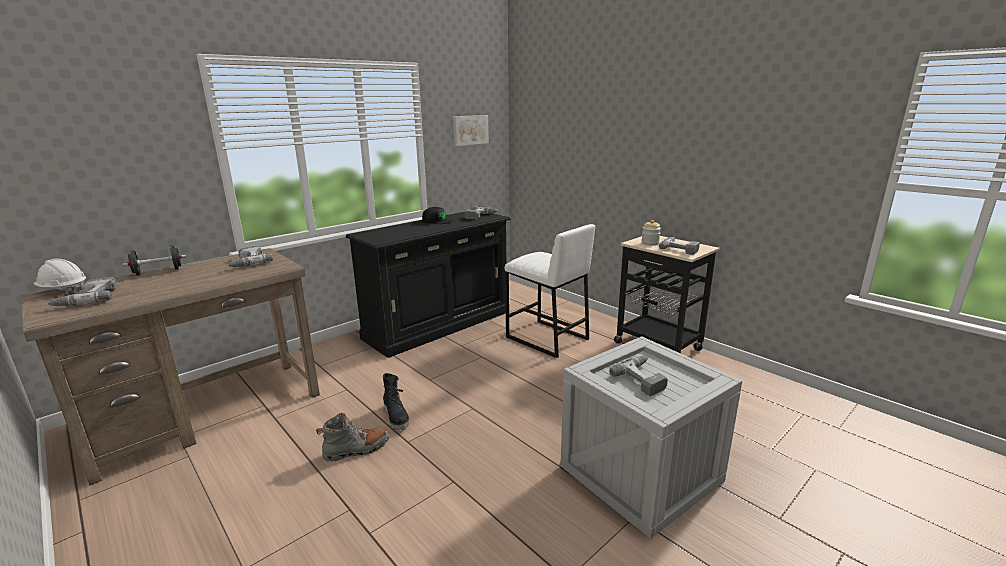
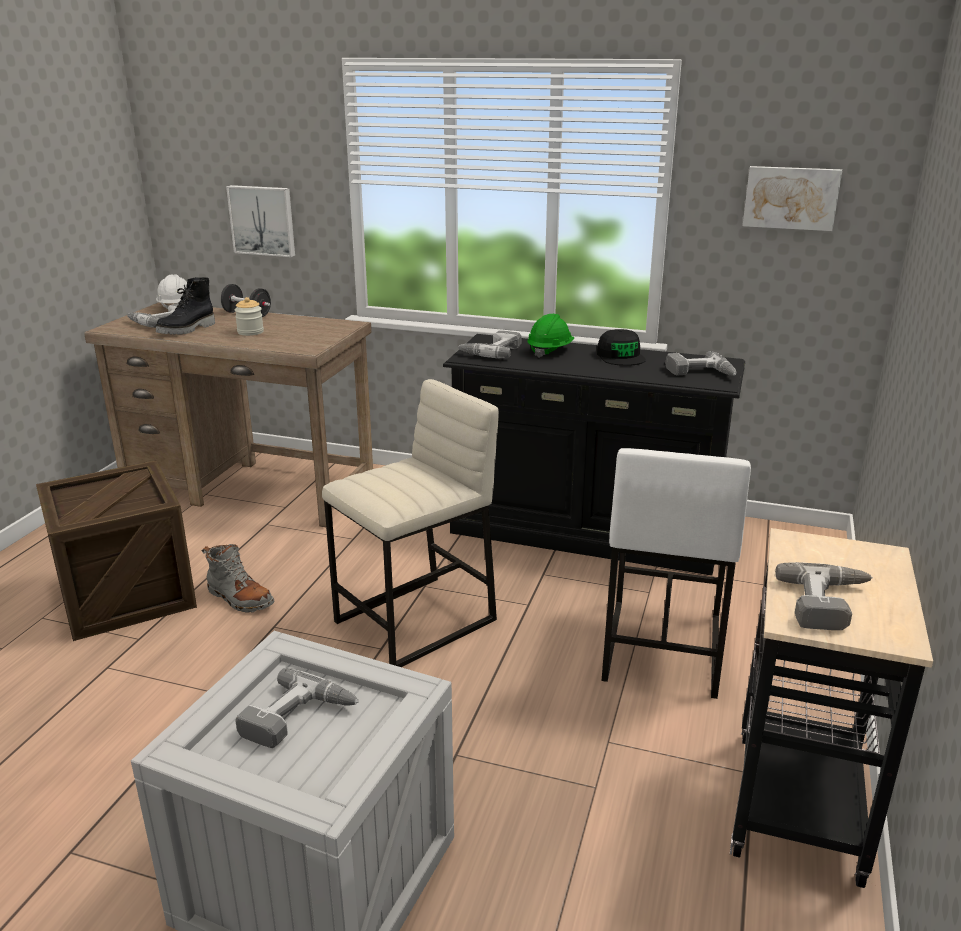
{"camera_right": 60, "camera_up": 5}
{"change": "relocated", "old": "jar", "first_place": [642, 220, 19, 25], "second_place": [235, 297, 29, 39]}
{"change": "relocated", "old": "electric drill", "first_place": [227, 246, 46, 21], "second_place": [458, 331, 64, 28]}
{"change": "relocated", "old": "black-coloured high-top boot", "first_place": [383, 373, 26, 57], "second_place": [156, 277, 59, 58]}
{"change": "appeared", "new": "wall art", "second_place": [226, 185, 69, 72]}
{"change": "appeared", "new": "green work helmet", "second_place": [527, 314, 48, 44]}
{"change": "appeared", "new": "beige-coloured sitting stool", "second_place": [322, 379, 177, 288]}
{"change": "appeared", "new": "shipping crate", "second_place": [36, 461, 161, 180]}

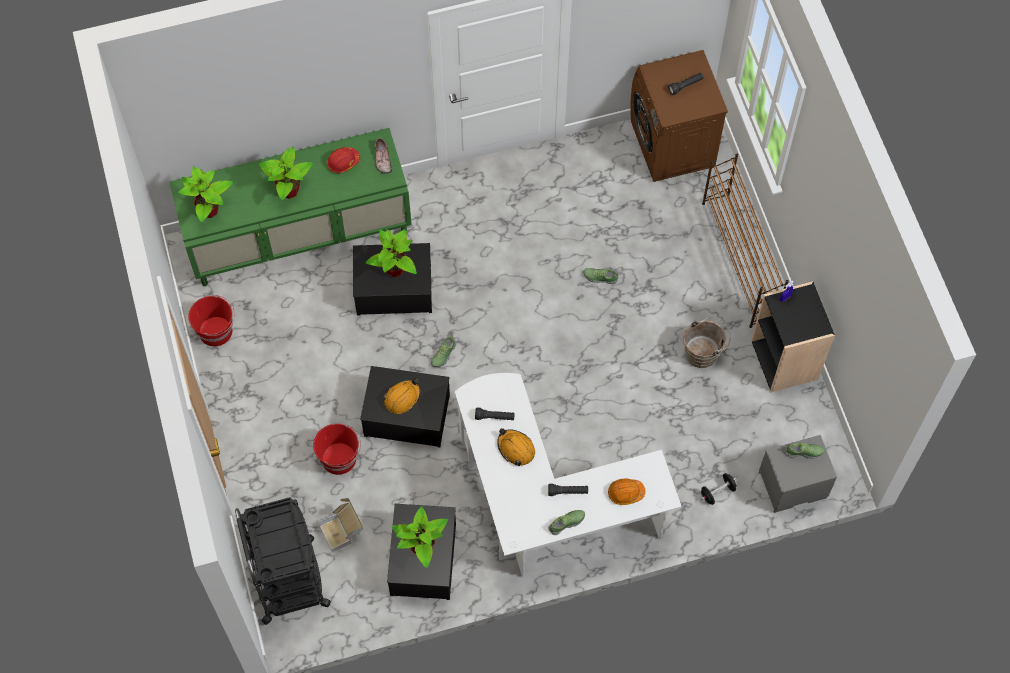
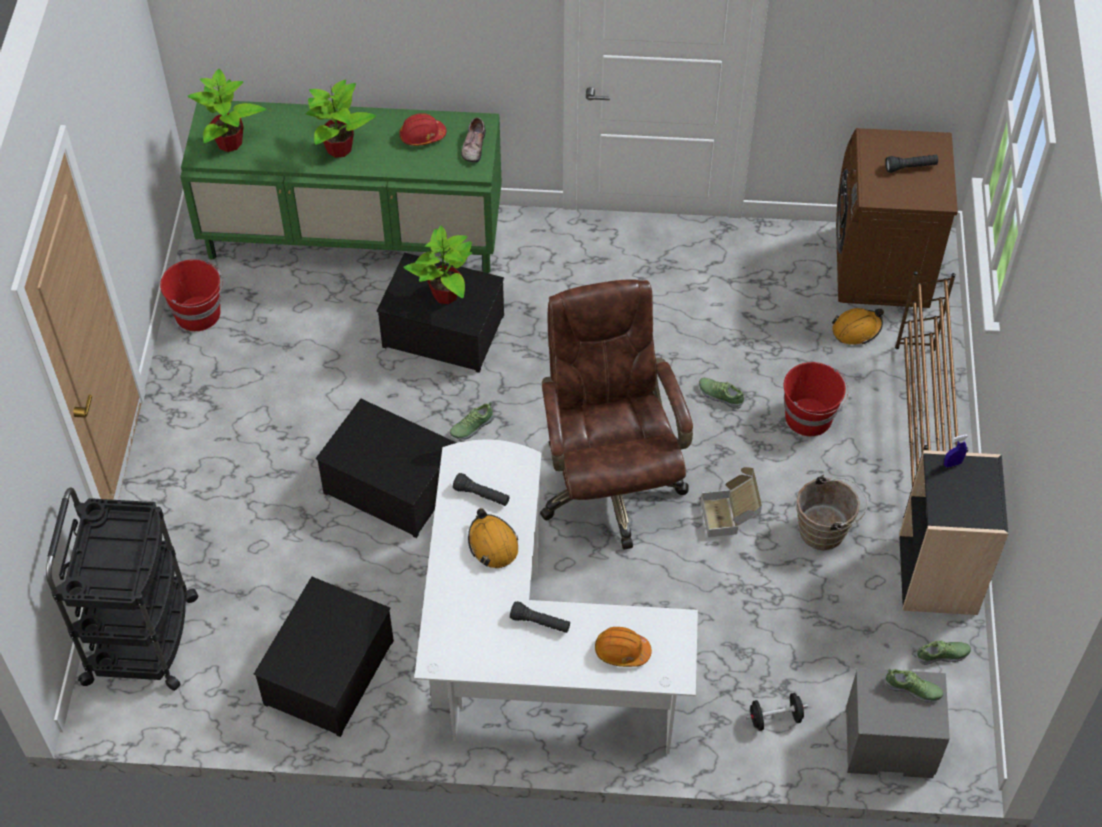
{"camera_right": 20, "camera_up": -10}
{"change": "relocated", "old": "orange work helmet", "first_place": [383, 378, 38, 36], "second_place": [832, 308, 52, 37]}
{"change": "relocated", "old": "reddish bucket", "first_place": [313, 424, 48, 51], "second_place": [784, 362, 65, 74]}
{"change": "relocated", "old": "packing box", "first_place": [318, 498, 45, 55], "second_place": [701, 467, 61, 70]}
{"change": "missing", "old": "plant in a pot", "first_place": [392, 506, 56, 62]}
{"change": "relocated", "old": "shoe", "first_place": [548, 510, 37, 25], "second_place": [916, 641, 55, 24]}
{"change": "appeared", "new": "brownish computer chair", "second_place": [540, 280, 153, 269]}

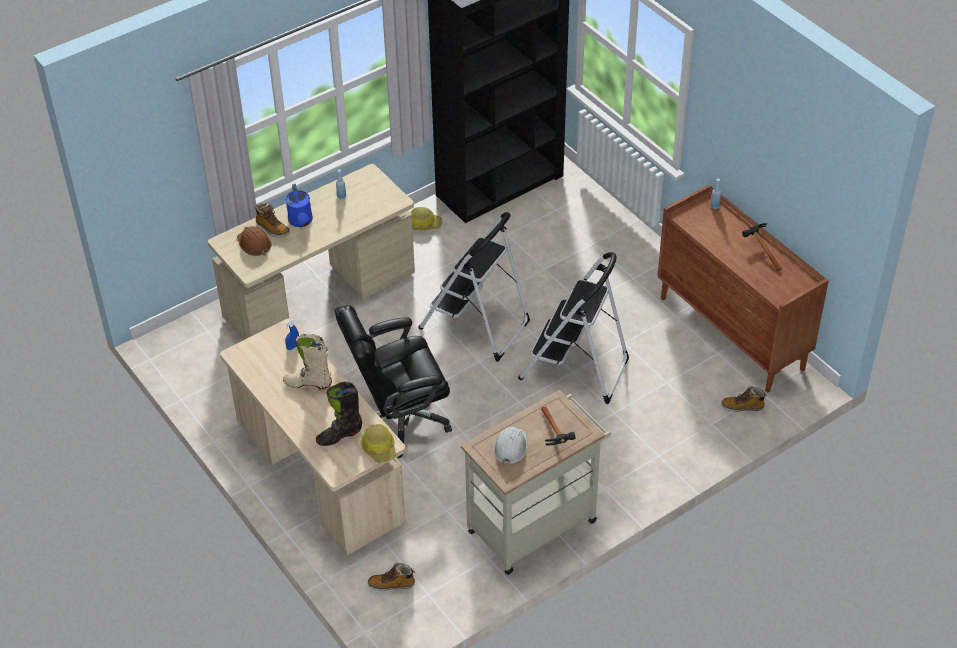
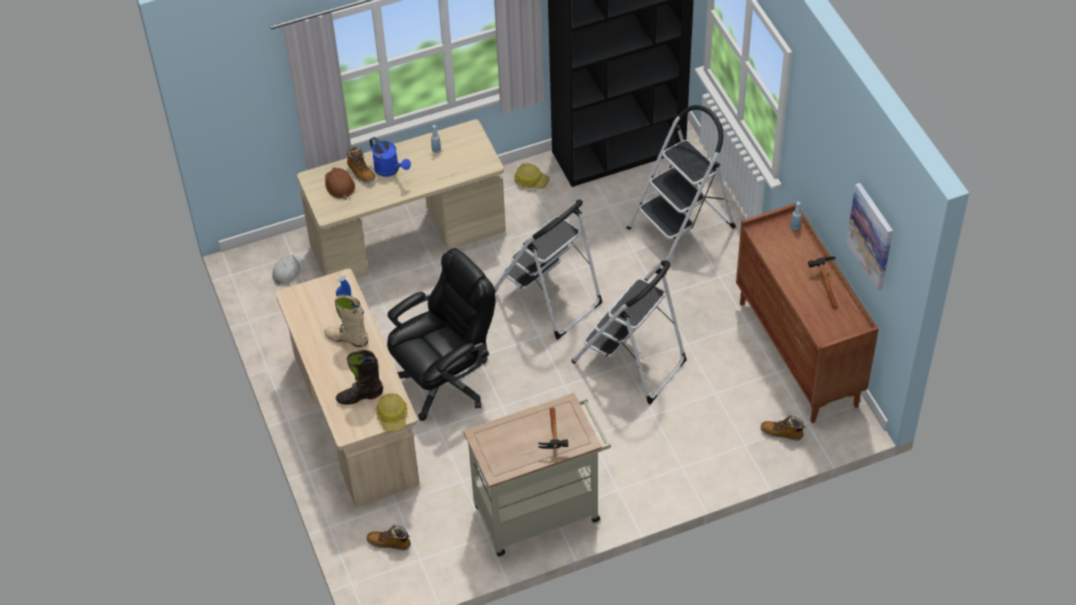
{"camera_right": 15, "camera_up": 5}
{"change": "spun", "old": "blue sprinkling can", "first_place": [285, 184, 28, 43], "second_place": [370, 137, 41, 40], "degrees": -45}
{"change": "spun", "old": "black-coloured computer chair", "first_place": [334, 305, 118, 153], "second_place": [387, 248, 108, 173], "degrees": 150}
{"change": "relocated", "old": "white work helmet", "first_place": [493, 426, 34, 39], "second_place": [272, 255, 32, 31]}
{"change": "appeared", "new": "stepladder", "second_place": [626, 105, 110, 156]}
{"change": "appeared", "new": "wall art", "second_place": [846, 183, 47, 108]}

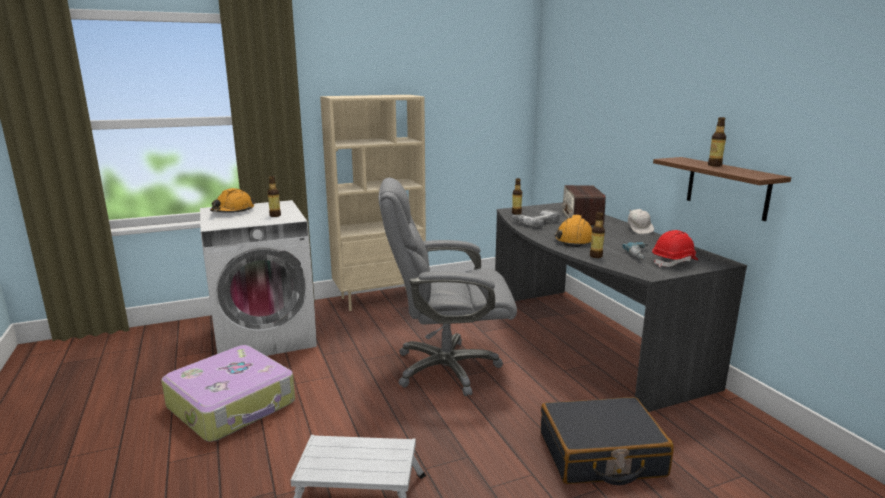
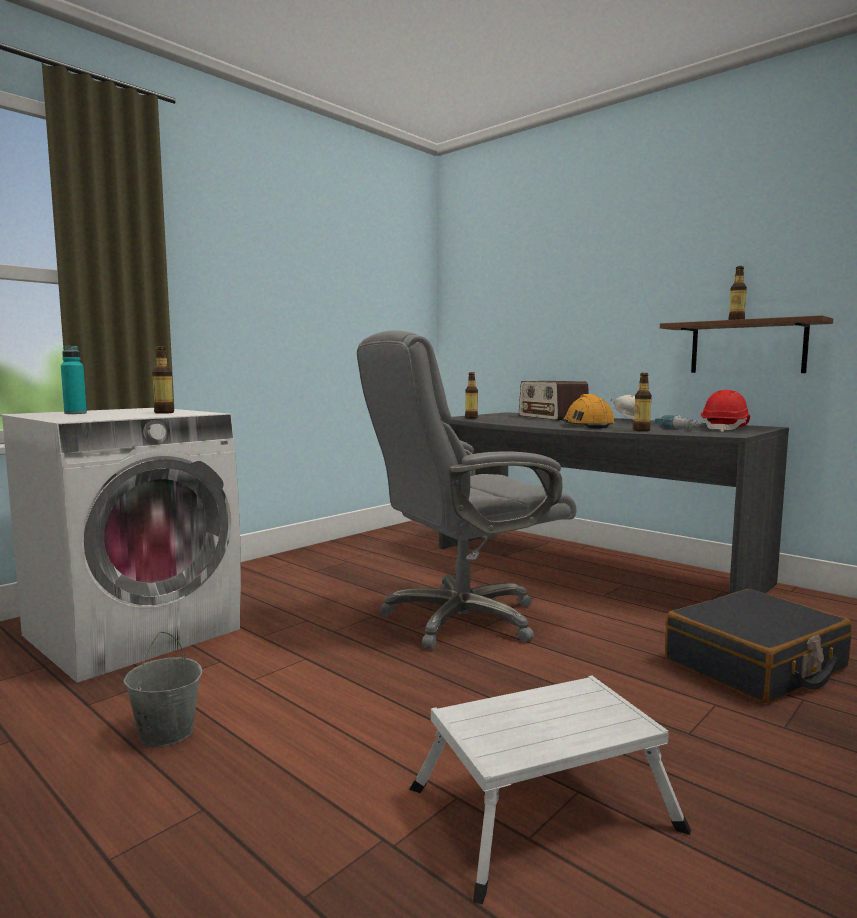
{"camera_right": -25, "camera_up": -10}
{"change": "missing", "old": "beige-coloured bookshelf", "first_place": [320, 95, 106, 216]}
{"change": "exchanged", "old": "orange work helmet", "new": "turquoise-coloured bottle", "first_place": [210, 188, 46, 25], "second_place": [61, 346, 26, 68]}
{"change": "missing", "old": "electric drill", "first_place": [511, 210, 49, 17]}
{"change": "exchanged", "old": "piece of luggage", "new": "greyish bucket", "first_place": [161, 345, 134, 97], "second_place": [123, 632, 79, 115]}

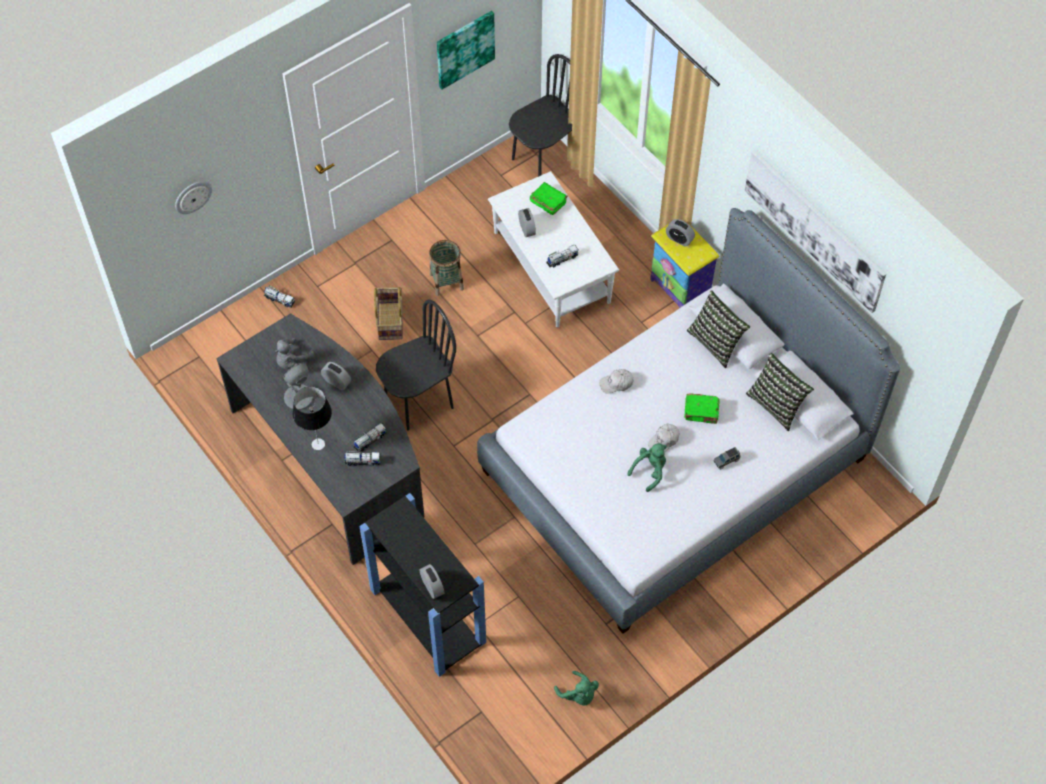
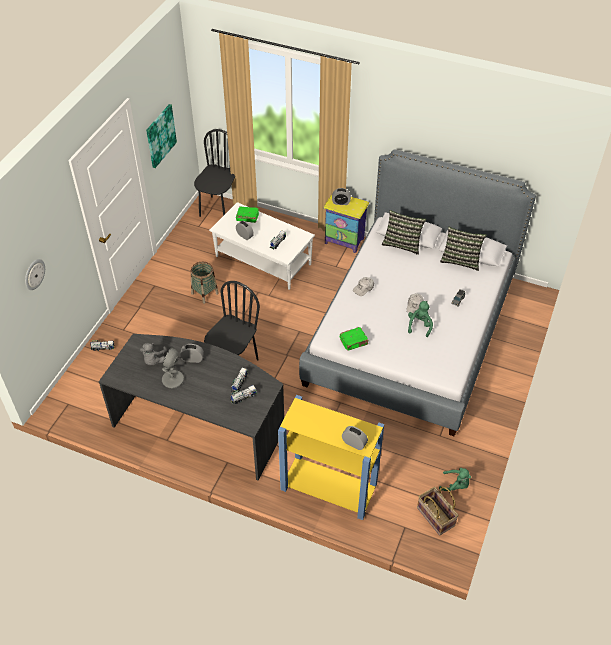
{"camera_right": -30, "camera_up": -10}
{"change": "missing", "old": "wall art", "first_place": [745, 150, 141, 163]}
{"change": "relocated", "old": "household basket", "first_place": [374, 287, 29, 53], "second_place": [417, 486, 42, 50]}
{"change": "missing", "old": "lamp for a table", "first_place": [293, 386, 39, 64]}
{"change": "relocated", "old": "green volume", "first_place": [684, 393, 35, 31], "second_place": [340, 327, 28, 23]}
{"change": "colour", "old": "black-coloured bookshelf", "new": "yellow bookshelf", "first_place": [360, 493, 126, 184], "second_place": [278, 395, 106, 125]}

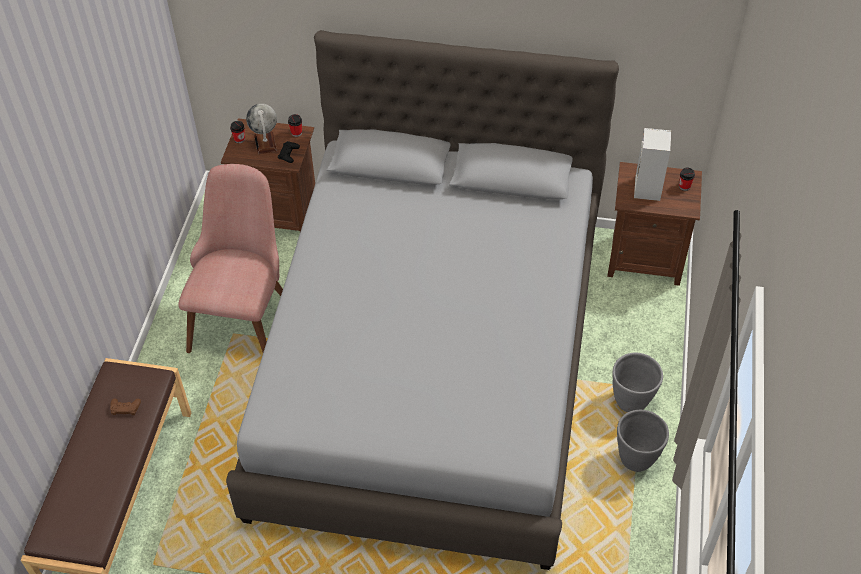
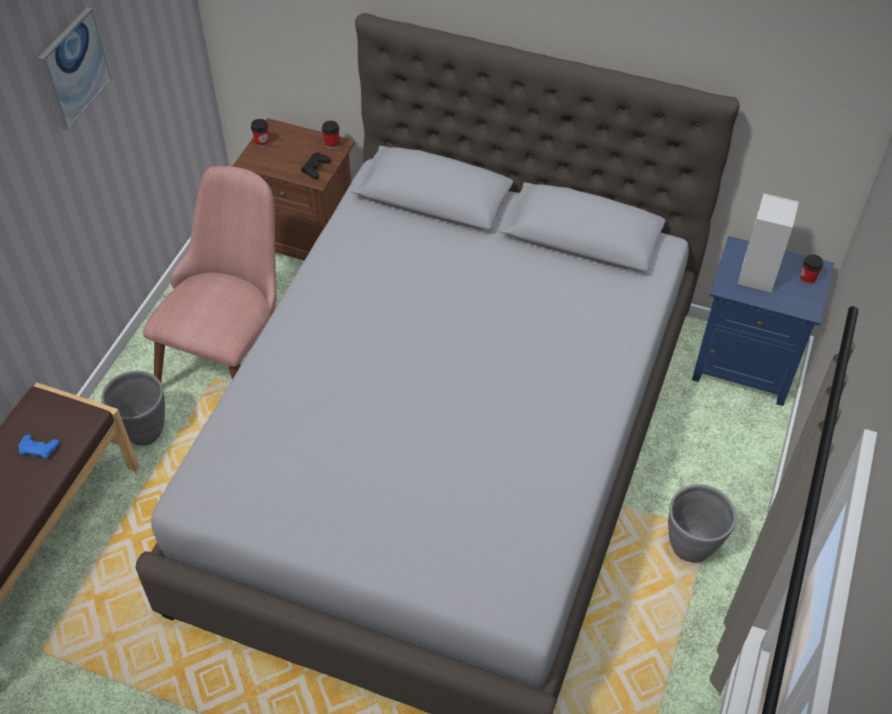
{"camera_right": 10, "camera_up": 0}
{"change": "missing", "old": "world globe", "first_place": [246, 103, 31, 51]}
{"change": "colour", "old": "brownish night table", "new": "blue night table", "first_place": [607, 162, 95, 124], "second_place": [692, 236, 142, 170]}
{"change": "colour", "old": "brownish joypad", "new": "blue joypad", "first_place": [110, 398, 31, 17], "second_place": [19, 434, 40, 26]}
{"change": "relocated", "old": "greyish planter", "first_place": [617, 410, 52, 62], "second_place": [101, 371, 64, 75]}
{"change": "appeared", "new": "wall art", "second_place": [38, 7, 74, 123]}

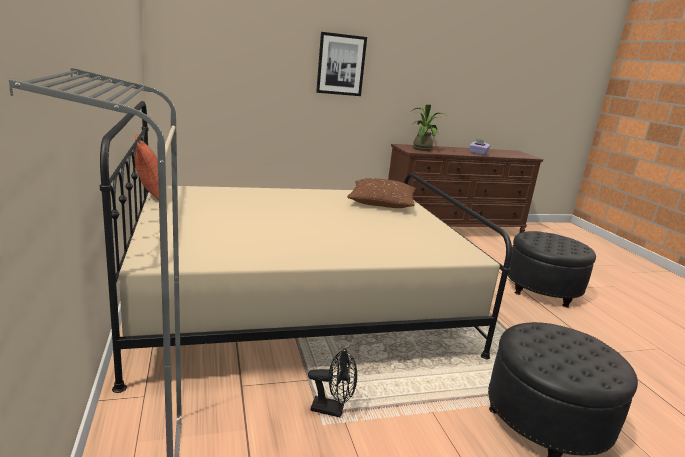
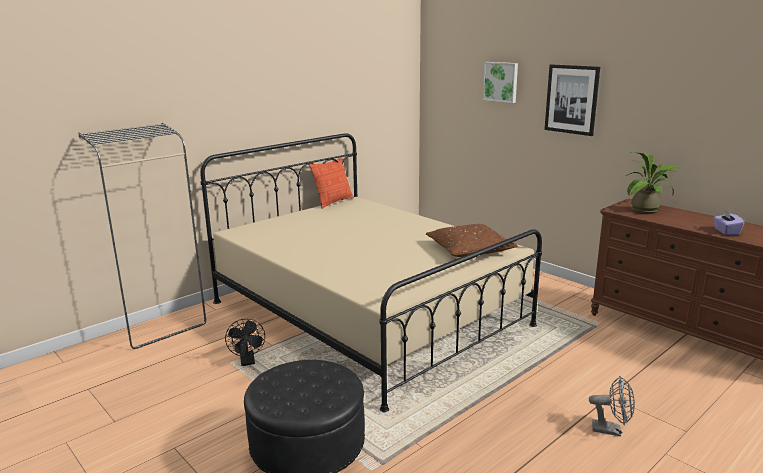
{"camera_right": 65, "camera_up": 0}
{"change": "exchanged", "old": "black-coloured pouffe", "new": "greyish cooling fan", "first_place": [508, 231, 88, 76], "second_place": [589, 376, 46, 60]}
{"change": "appeared", "new": "wall art", "second_place": [483, 62, 35, 41]}

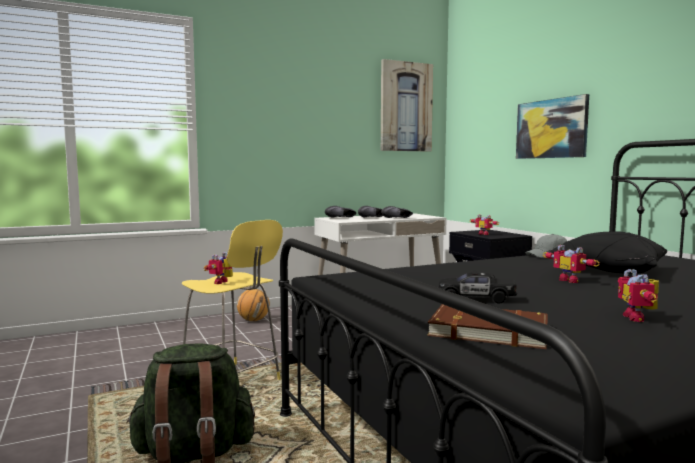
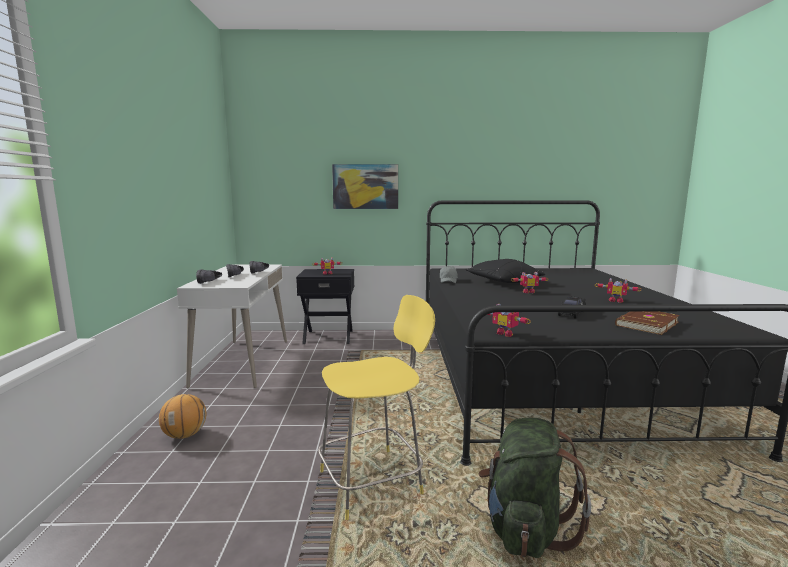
{"camera_right": -65, "camera_up": 5}
{"change": "missing", "old": "wall art", "first_place": [381, 59, 52, 93]}
{"change": "relocated", "old": "model robot", "first_place": [204, 252, 29, 32], "second_place": [487, 304, 44, 33]}

